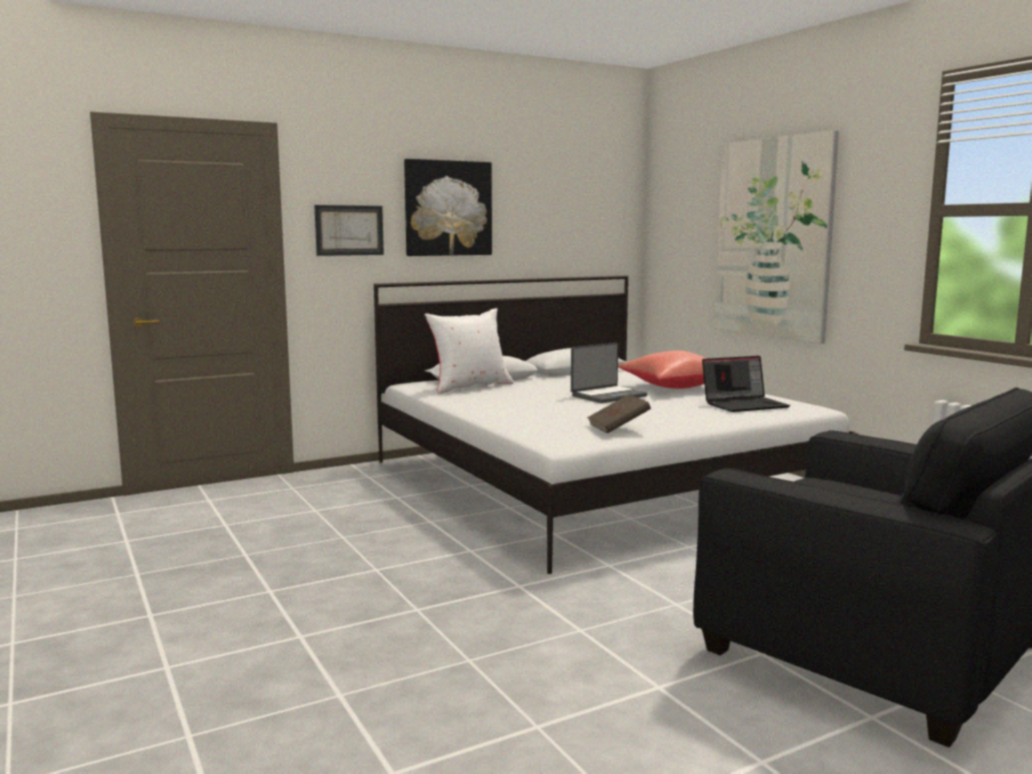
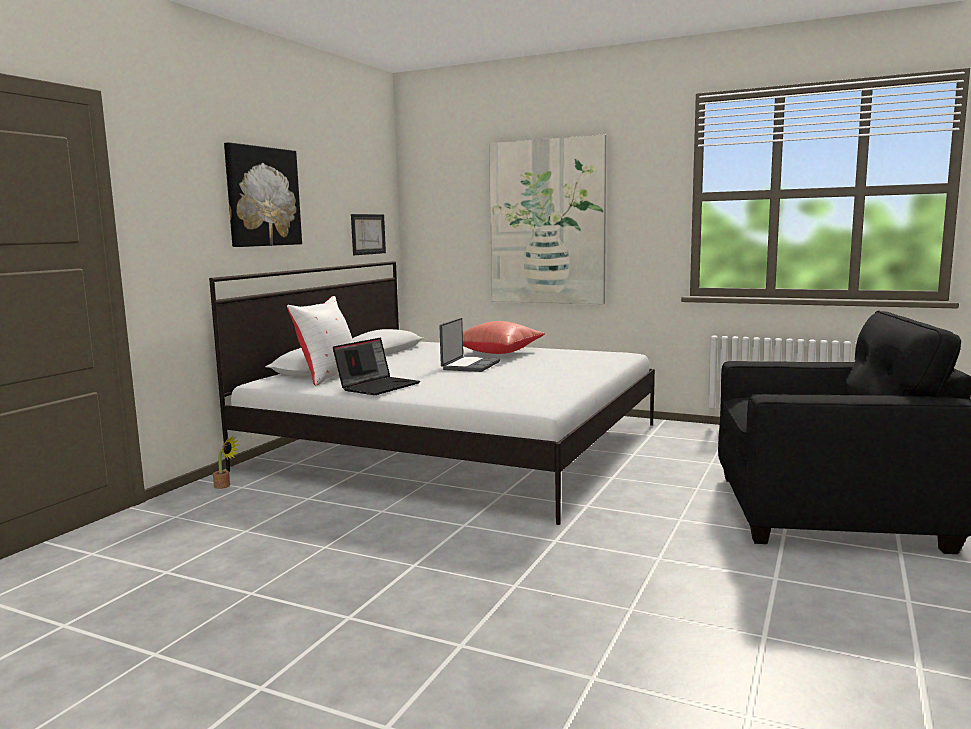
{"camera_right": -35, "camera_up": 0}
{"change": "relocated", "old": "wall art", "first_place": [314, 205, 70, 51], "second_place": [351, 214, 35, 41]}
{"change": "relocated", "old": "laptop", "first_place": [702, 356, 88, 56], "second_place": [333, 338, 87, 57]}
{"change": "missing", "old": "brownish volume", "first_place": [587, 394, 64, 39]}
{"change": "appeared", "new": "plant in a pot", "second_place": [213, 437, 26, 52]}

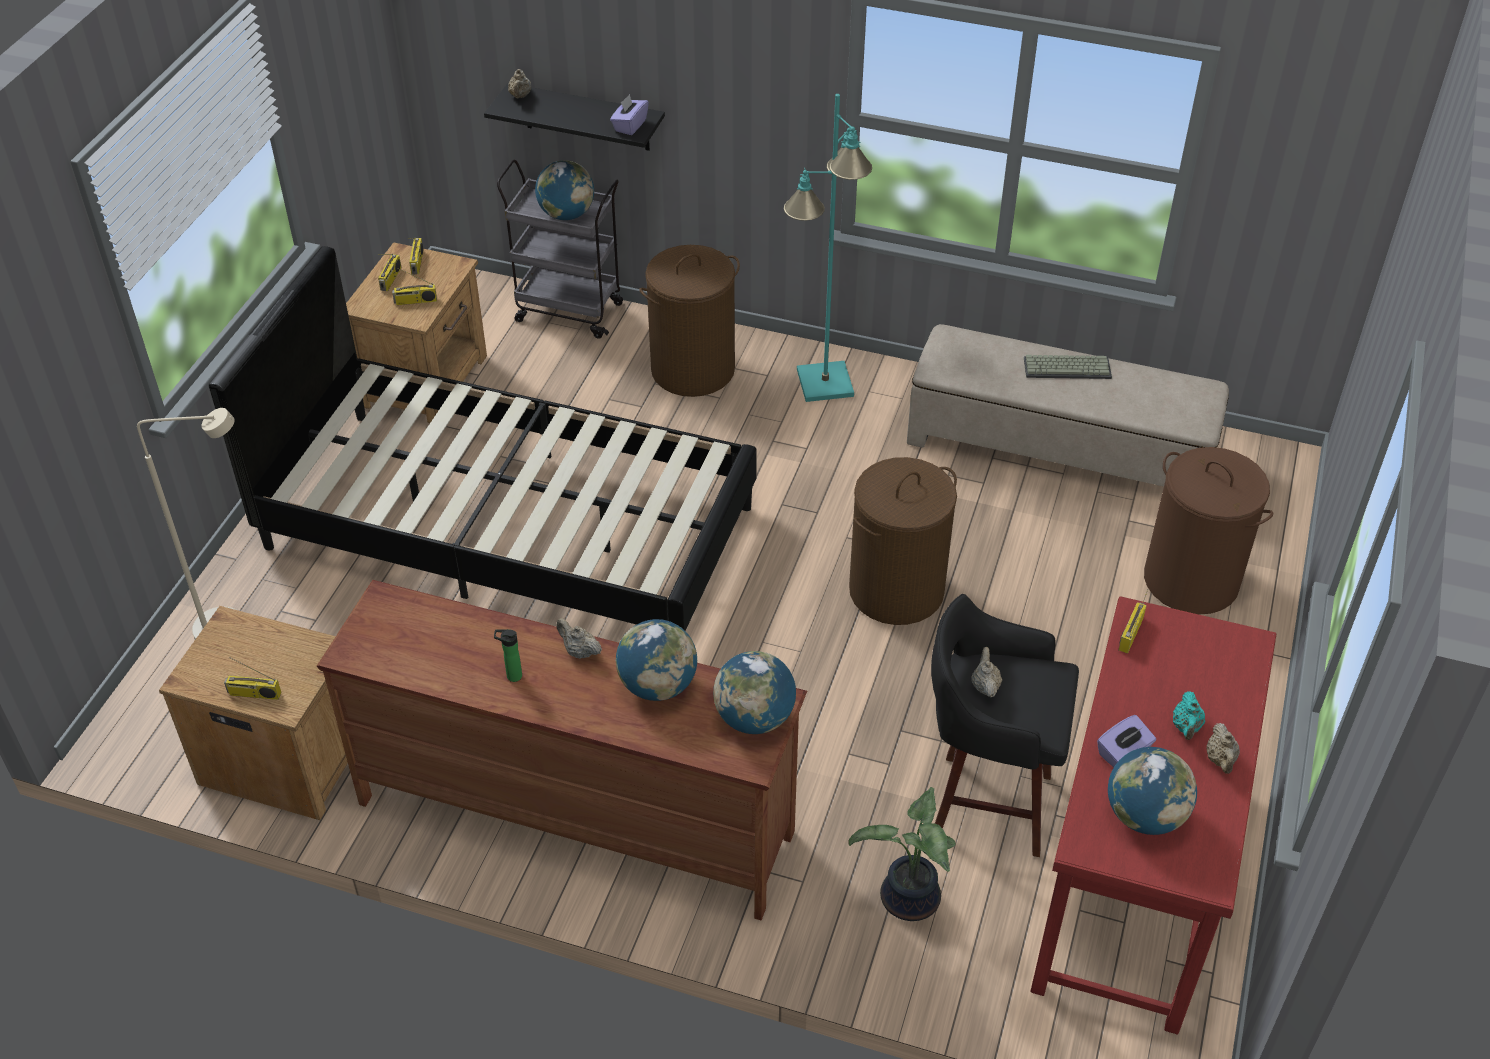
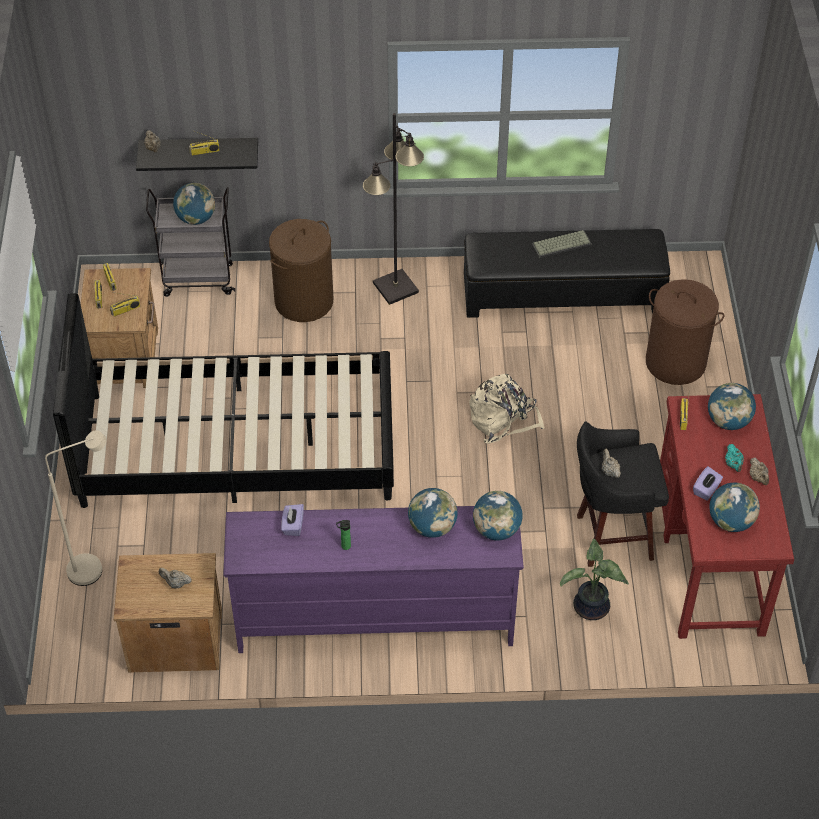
{"camera_right": -20, "camera_up": 5}
{"change": "relocated", "old": "purple-coloured tissue box", "first_place": [610, 94, 39, 41], "second_place": [281, 504, 23, 32]}
{"change": "colour", "old": "turquoise-coloured standard lamp", "new": "black-coloured standard lamp", "first_place": [784, 94, 88, 308], "second_place": [363, 113, 61, 192]}
{"change": "colour", "old": "beige-coloured bench", "new": "black-coloured bench", "first_place": [907, 324, 322, 162], "second_place": [464, 229, 206, 89]}
{"change": "exchanged", "old": "brownish hamper", "new": "beige-coloured rucksack", "first_place": [849, 457, 108, 168], "second_place": [469, 374, 76, 70]}
{"change": "colour", "old": "brownish dresser", "new": "purple-coloured dresser", "first_place": [317, 580, 490, 341], "second_place": [223, 506, 301, 147]}
{"change": "relocated", "old": "beige-coloured teapot", "first_place": [557, 618, 45, 41], "second_place": [159, 568, 33, 21]}
{"change": "relocated", "old": "radio", "first_place": [224, 657, 57, 43], "second_place": [189, 131, 31, 25]}
{"change": "appeared", "new": "world globe", "second_place": [708, 383, 48, 47]}

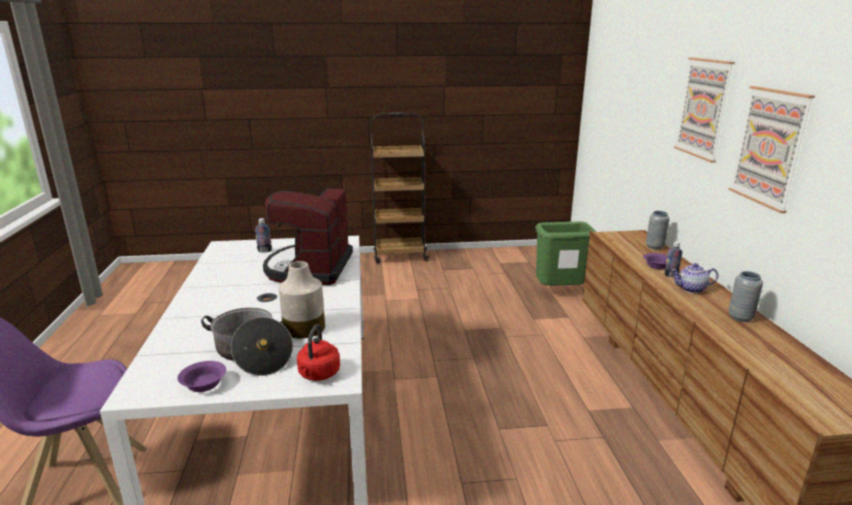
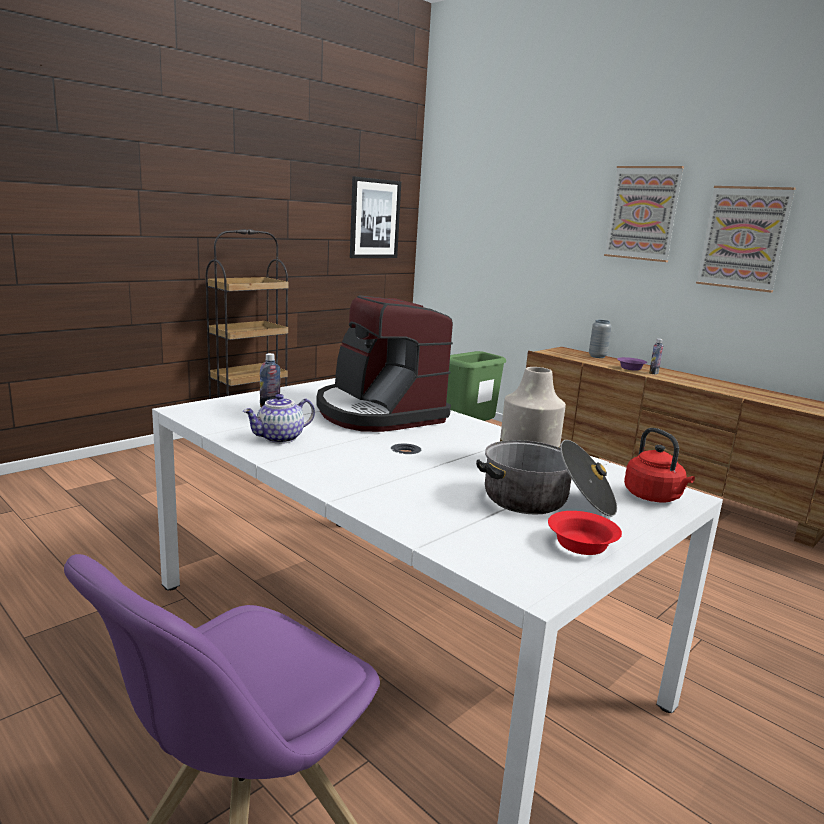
{"camera_right": -40, "camera_up": -5}
{"change": "relocated", "old": "teapot", "first_place": [671, 263, 47, 30], "second_place": [243, 394, 72, 50]}
{"change": "missing", "old": "greyish vase", "first_place": [728, 271, 35, 51]}
{"change": "colour", "old": "purple-coloured bowl", "new": "reddish bowl", "first_place": [178, 361, 48, 31], "second_place": [548, 511, 74, 44]}
{"change": "appeared", "new": "wall art", "second_place": [350, 177, 51, 81]}

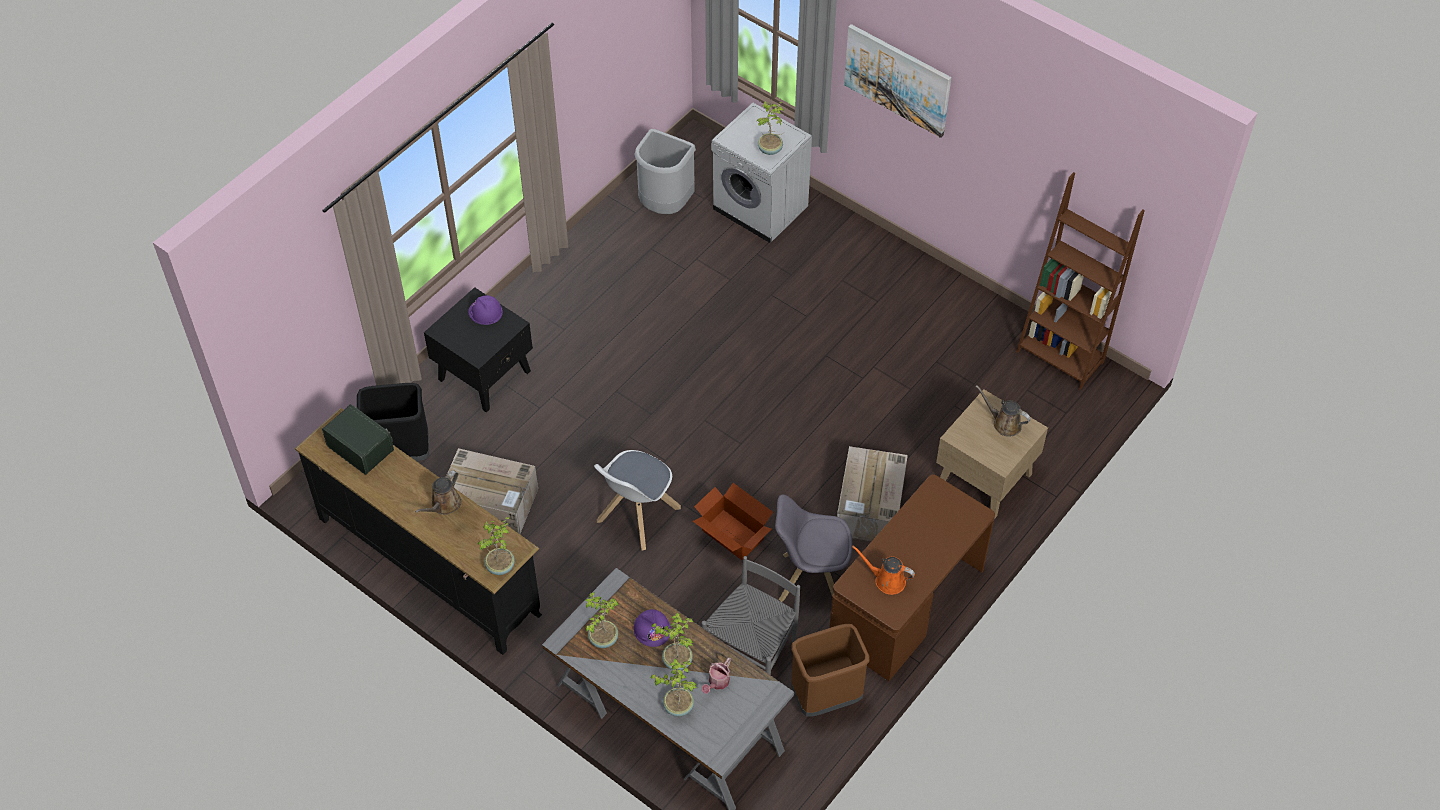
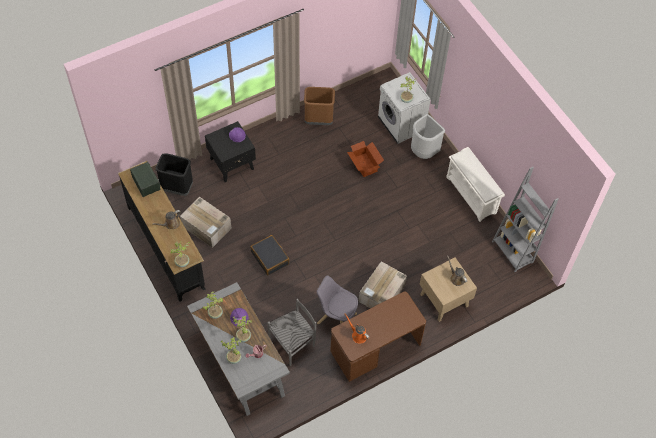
{"camera_right": 20, "camera_up": 5}
{"change": "missing", "old": "wall art", "first_place": [844, 24, 107, 114]}
{"change": "relocated", "old": "greyish waste bin", "first_place": [634, 129, 62, 85], "second_place": [411, 114, 34, 45]}
{"change": "colour", "old": "brownish bookshelf", "new": "greyish bookshelf", "first_place": [1016, 172, 129, 218], "second_place": [492, 167, 67, 105]}
{"change": "exchanged", "old": "plain chair", "new": "black-coloured piece of luggage", "first_place": [594, 450, 87, 100], "second_place": [250, 235, 39, 41]}
{"change": "relocated", "old": "packing box", "first_place": [693, 483, 80, 77], "second_place": [347, 141, 37, 36]}
{"change": "relocated", "old": "brownish waste bin", "first_place": [791, 624, 78, 93], "second_place": [304, 87, 31, 38]}
{"change": "appeared", "new": "white shoe shelf", "second_place": [446, 147, 59, 75]}

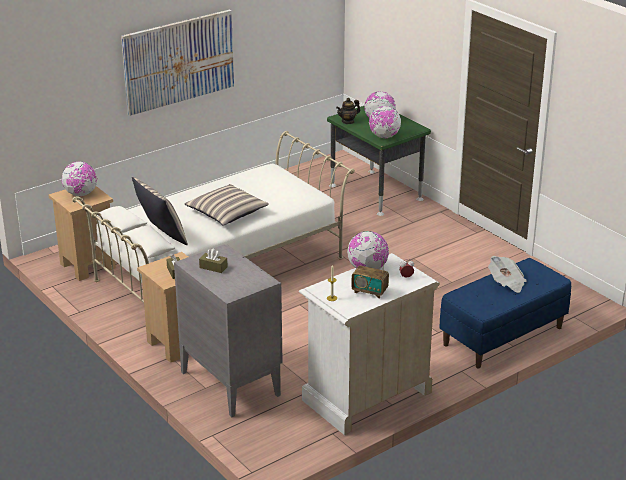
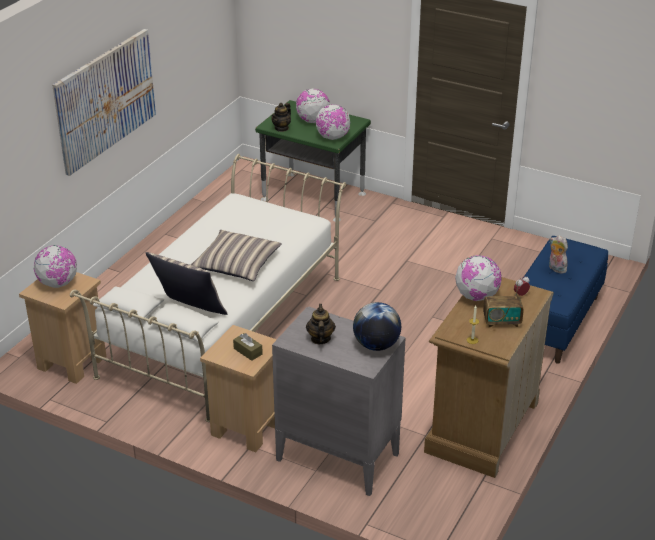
{"camera_right": -25, "camera_up": 5}
{"change": "exchanged", "old": "brownish tissue box", "new": "teapot", "first_place": [199, 249, 29, 24], "second_place": [306, 304, 30, 40]}
{"change": "colour", "old": "white dresser", "new": "brownish dresser", "first_place": [299, 253, 141, 182], "second_place": [424, 277, 130, 201]}
{"change": "exchanged", "old": "newspaper", "new": "plush toy", "first_place": [488, 256, 39, 37], "second_place": [549, 235, 19, 39]}
{"change": "appeared", "new": "world globe", "second_place": [353, 302, 48, 49]}

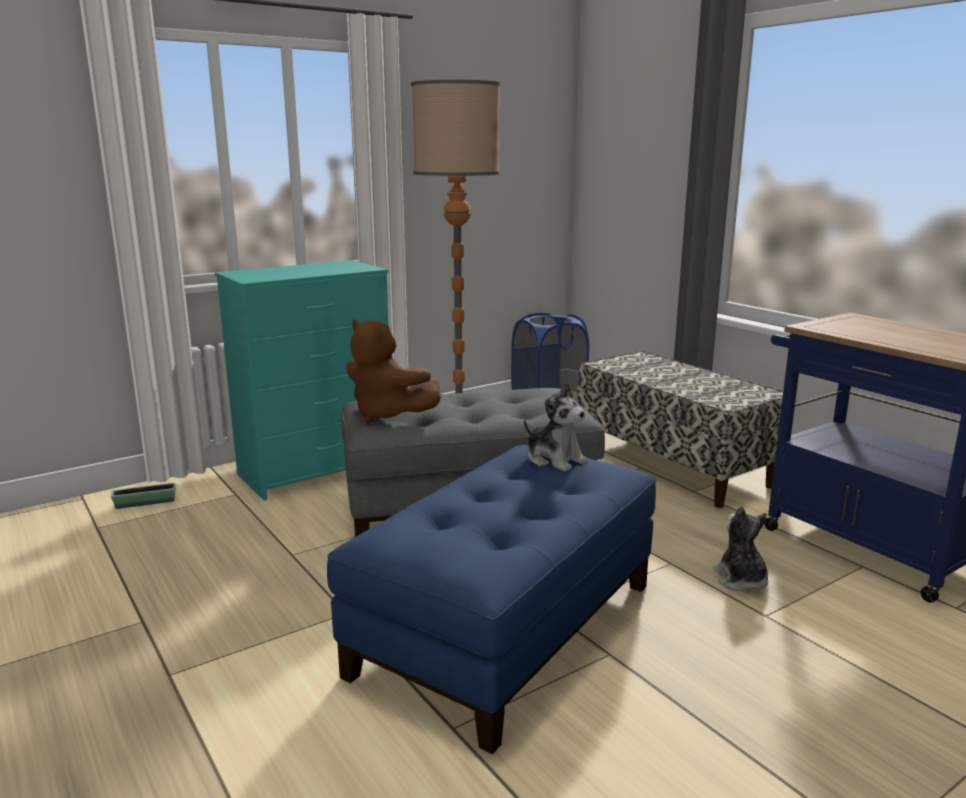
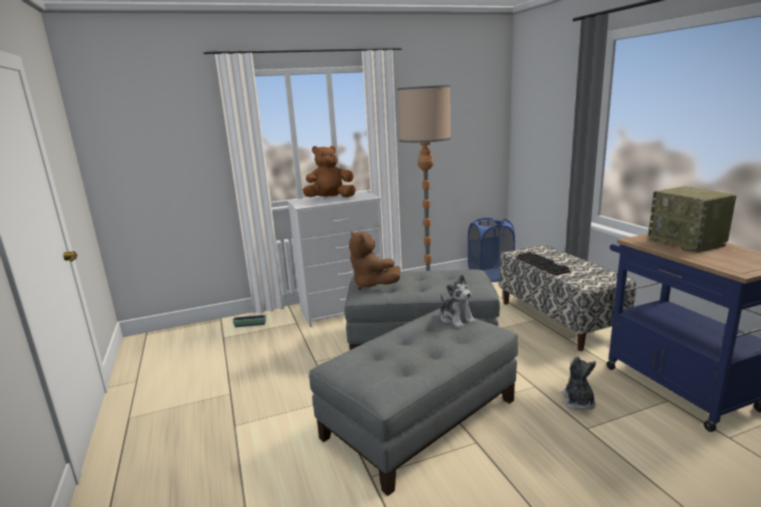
{"camera_right": 15, "camera_up": 0}
{"change": "colour", "old": "turquoise-coloured dresser", "new": "white dresser", "first_place": [215, 260, 174, 240], "second_place": [287, 191, 96, 136]}
{"change": "colour", "old": "blue pouffe", "new": "greyish pouffe", "first_place": [327, 445, 329, 309], "second_place": [309, 308, 209, 188]}
{"change": "appeared", "new": "brownish plush toy", "second_place": [303, 146, 53, 51]}
{"change": "appeared", "new": "radio", "second_place": [648, 186, 88, 67]}
{"change": "appeared", "new": "computer keyboard", "second_place": [516, 252, 54, 23]}

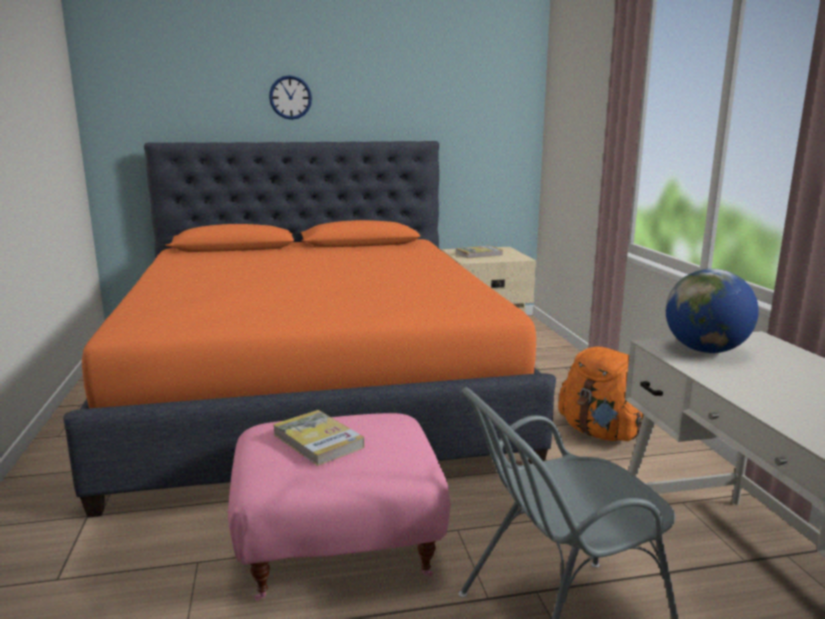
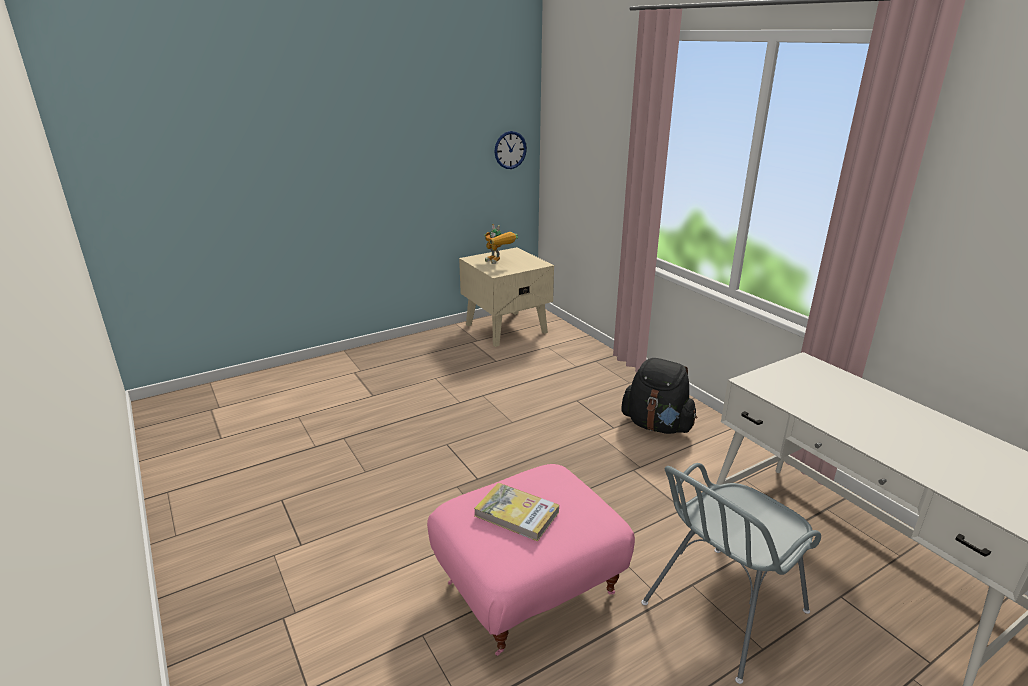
{"camera_right": -20, "camera_up": 10}
{"change": "relocated", "old": "hanging clock", "first_place": [269, 75, 43, 45], "second_place": [494, 131, 33, 38]}
{"change": "missing", "old": "orange bed", "first_place": [63, 141, 493, 377]}
{"change": "exchanged", "old": "volume", "new": "model robot", "first_place": [456, 246, 47, 12], "second_place": [484, 224, 34, 40]}
{"change": "missing", "old": "world globe", "first_place": [666, 269, 93, 84]}
{"change": "colour", "old": "orange rucksack", "new": "black-coloured rucksack", "first_place": [558, 347, 86, 94], "second_place": [621, 358, 76, 76]}

